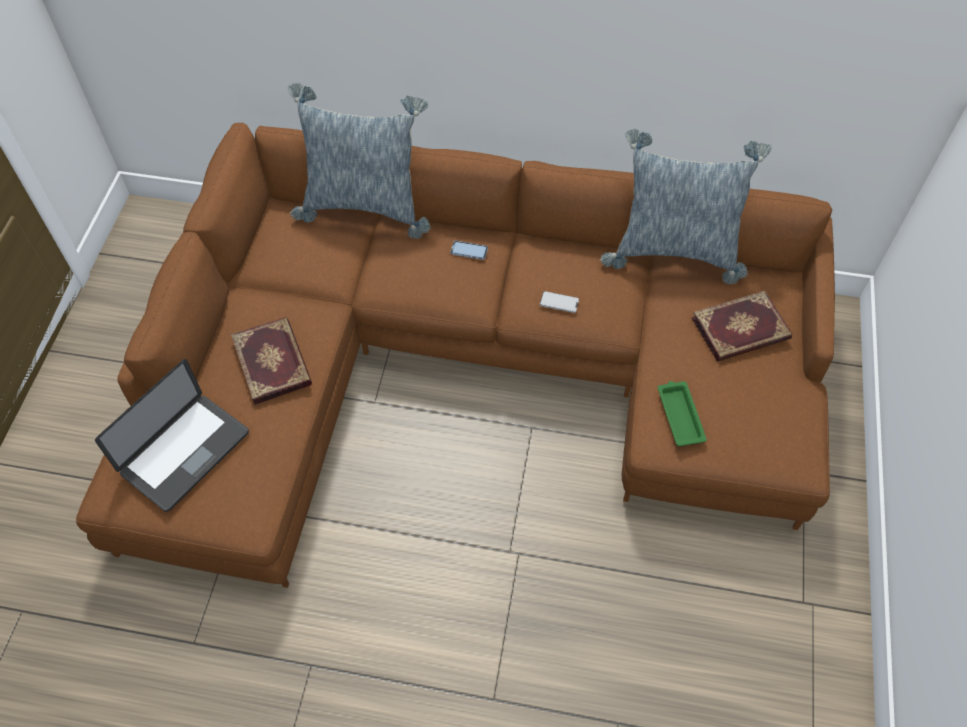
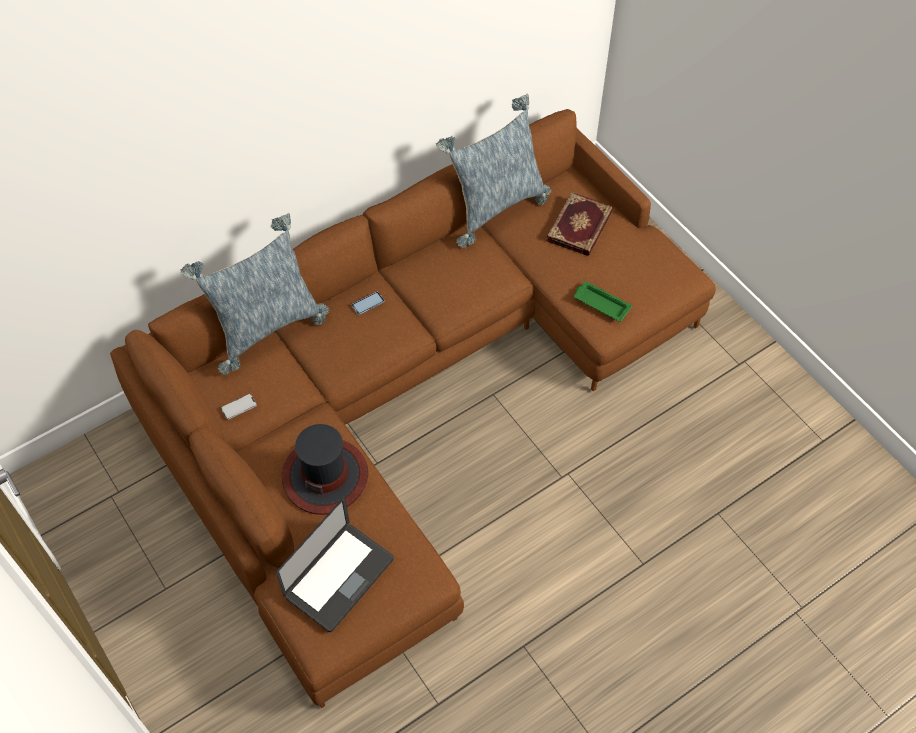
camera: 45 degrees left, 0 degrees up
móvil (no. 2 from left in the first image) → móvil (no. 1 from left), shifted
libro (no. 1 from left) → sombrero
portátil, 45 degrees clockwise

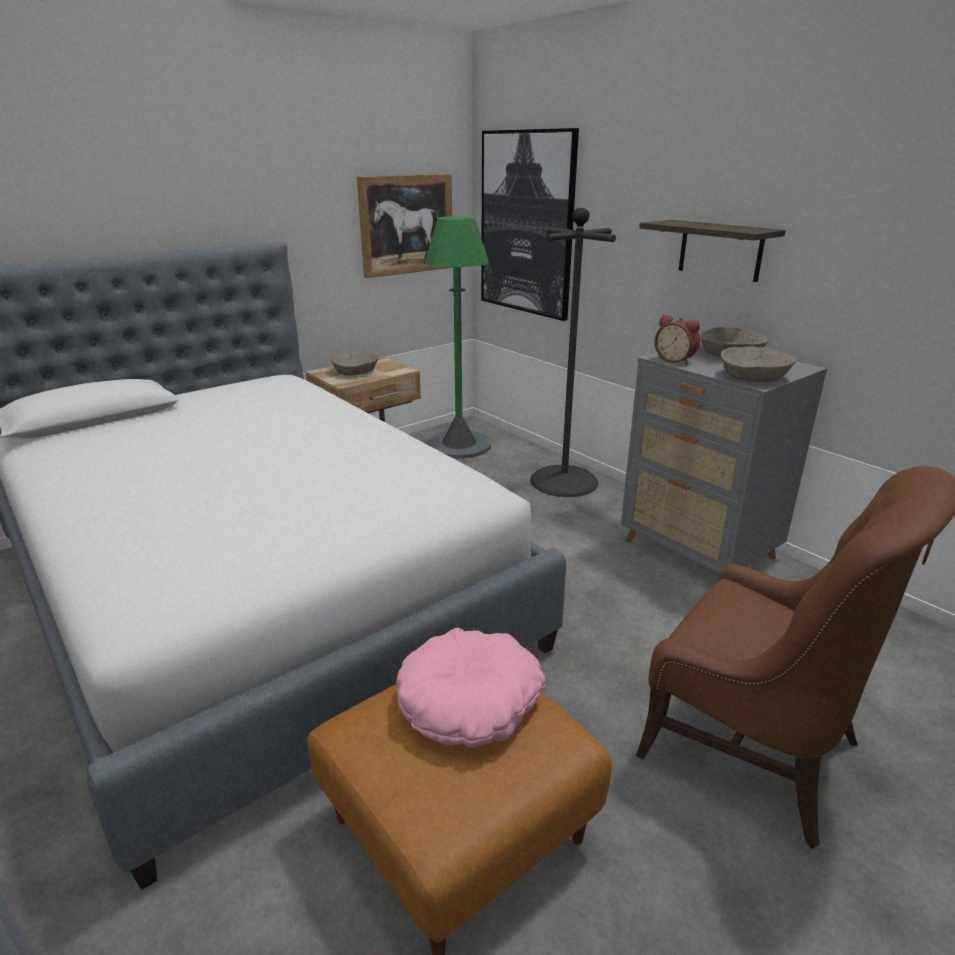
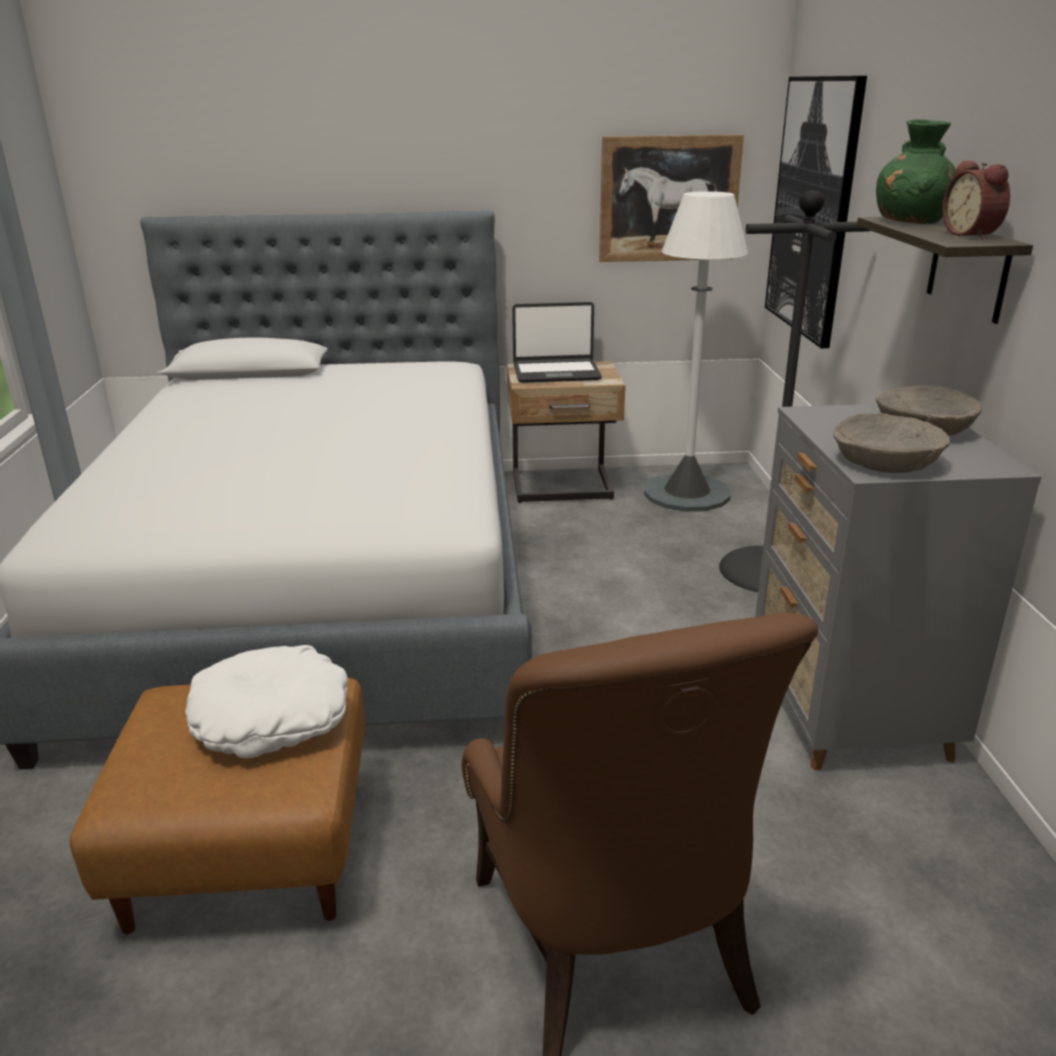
camera: 35 degrees right, 0 degrees up
- → florero (verde)
despertador, shifted
cuenco (beis) (no. 1 from left) → portátil
cojín (rosa) → cojín (blanco)
lámpara de pie (verde) → lámpara de pie (blanco)

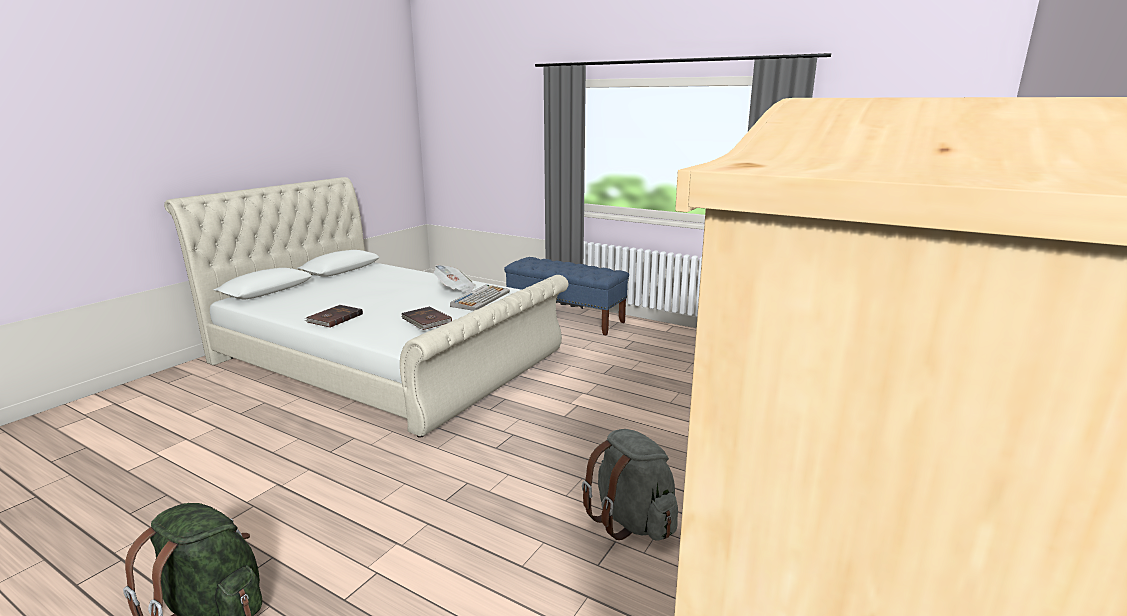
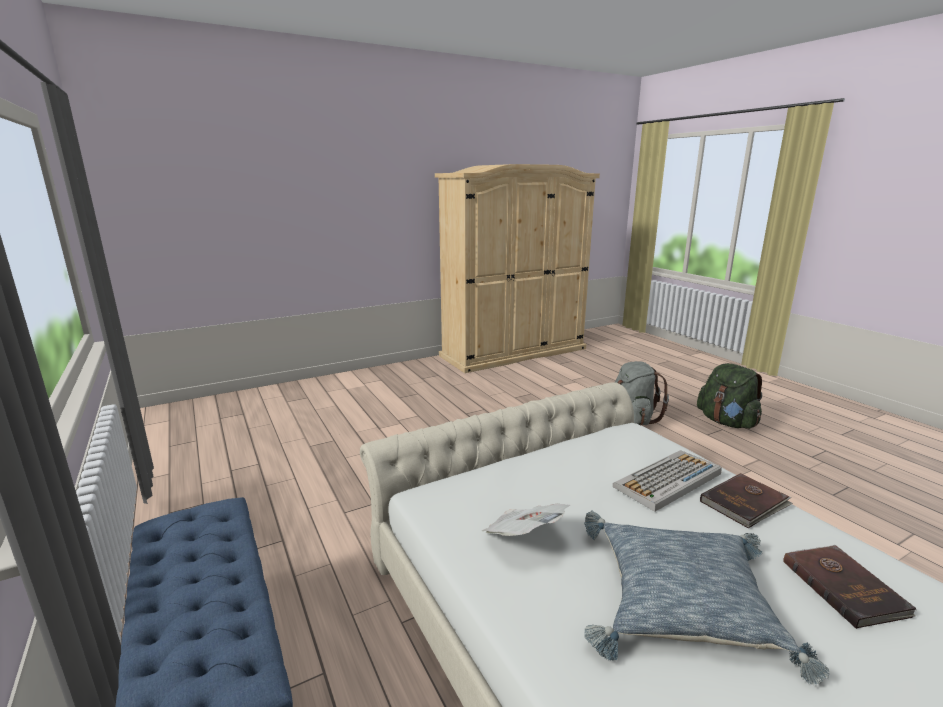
camera: 150 degrees left, 0 degrees up
- → cojín
libro (marrón) (no. 2 from left), shifted
teclado, shifted
mochila (gris), shifted

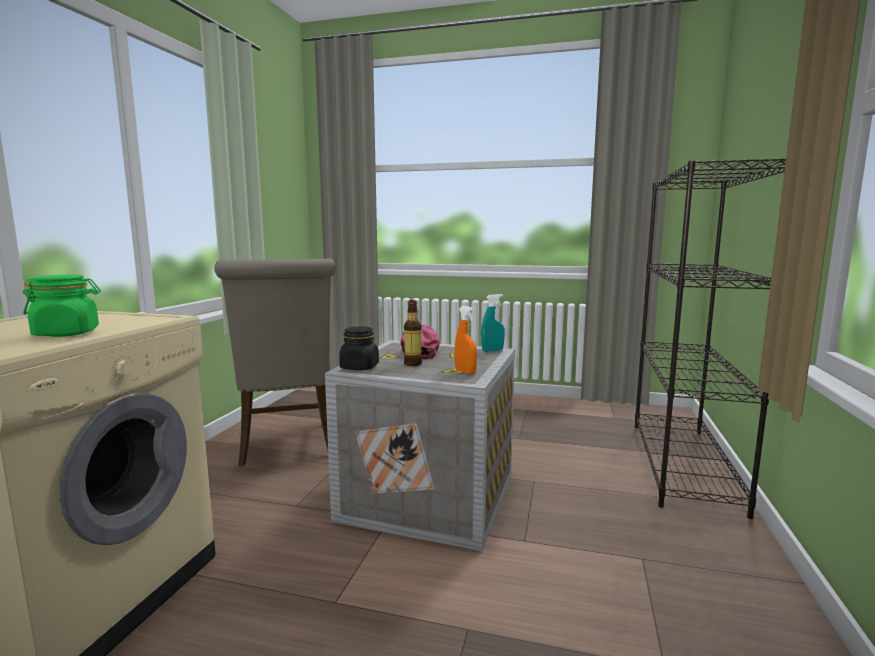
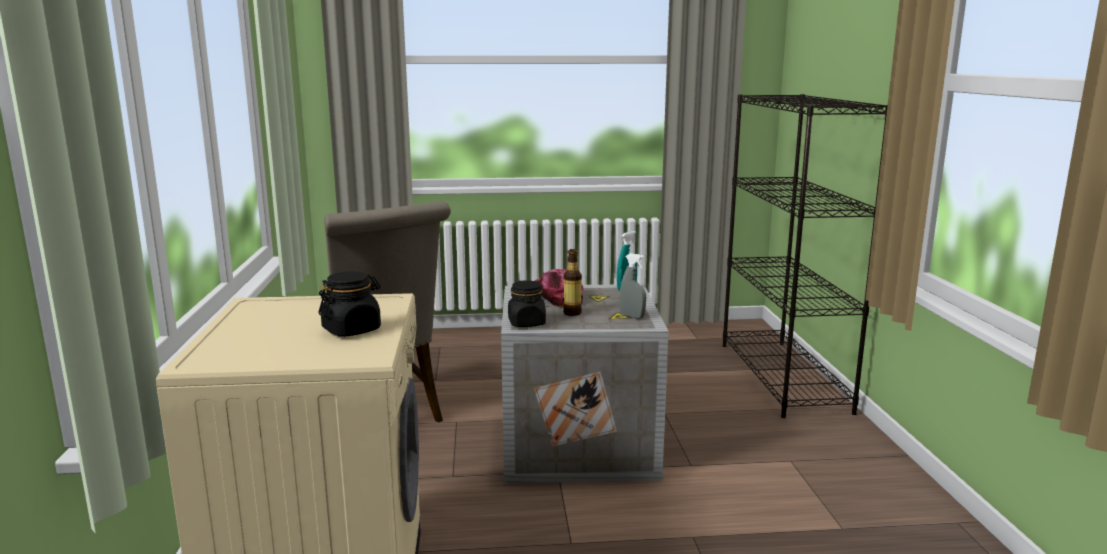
camera: 20 degrees left, 5 degrees up
tarro (verde) → tarro (negro) (no. 1 from left)
pulverizador (naranja) → pulverizador (gris)

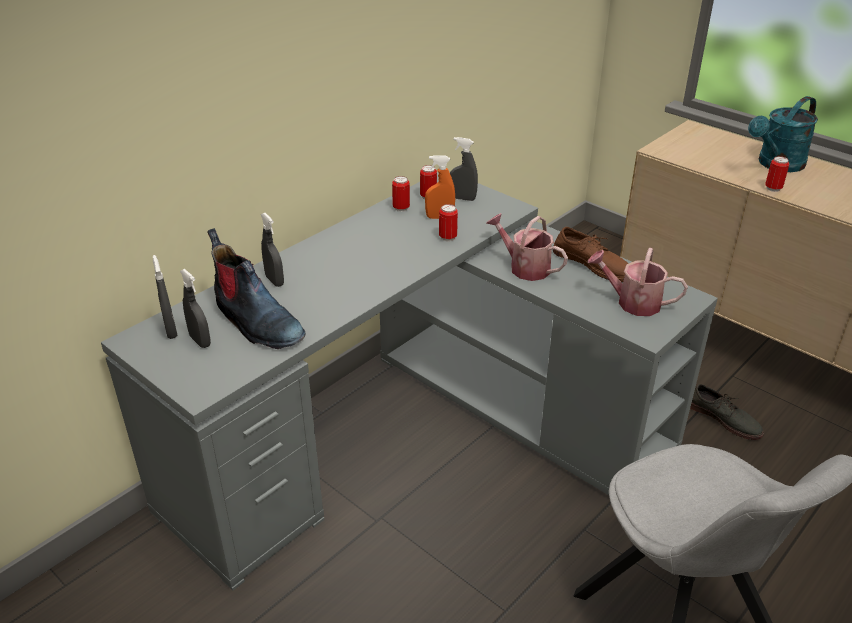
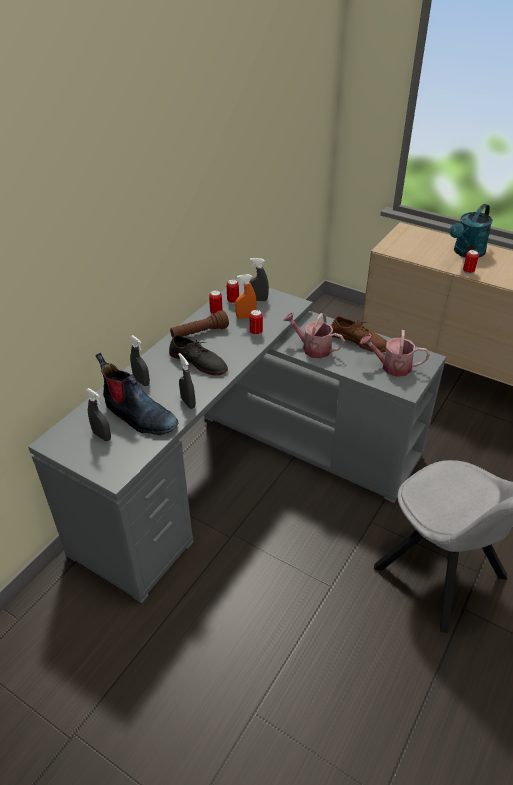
camera: 10 degrees left, 5 degrees up
- → linterna (marrón)
pulverizador (gris) (no. 1 from left in the first image) → pulverizador (gris) (no. 3 from left), shifted
zapato (gris), shifted

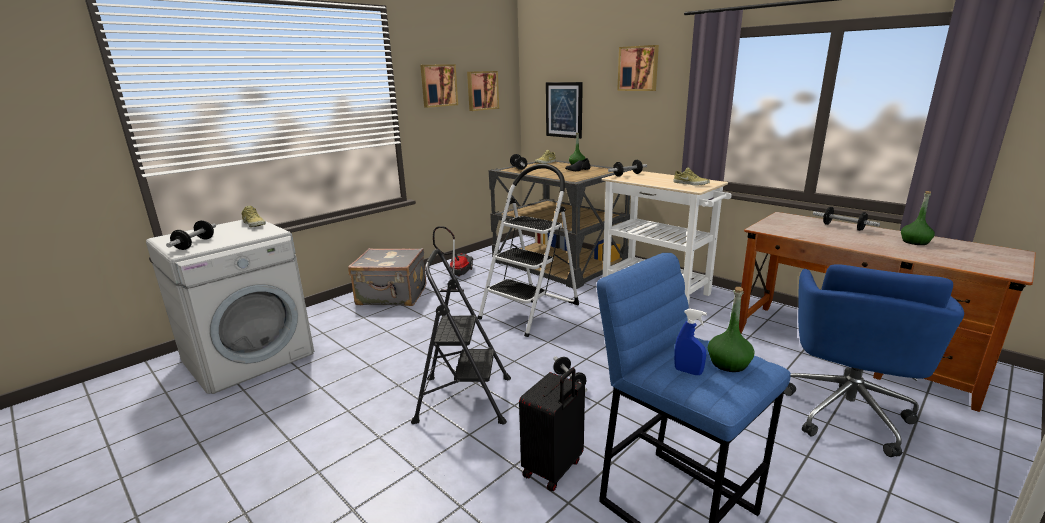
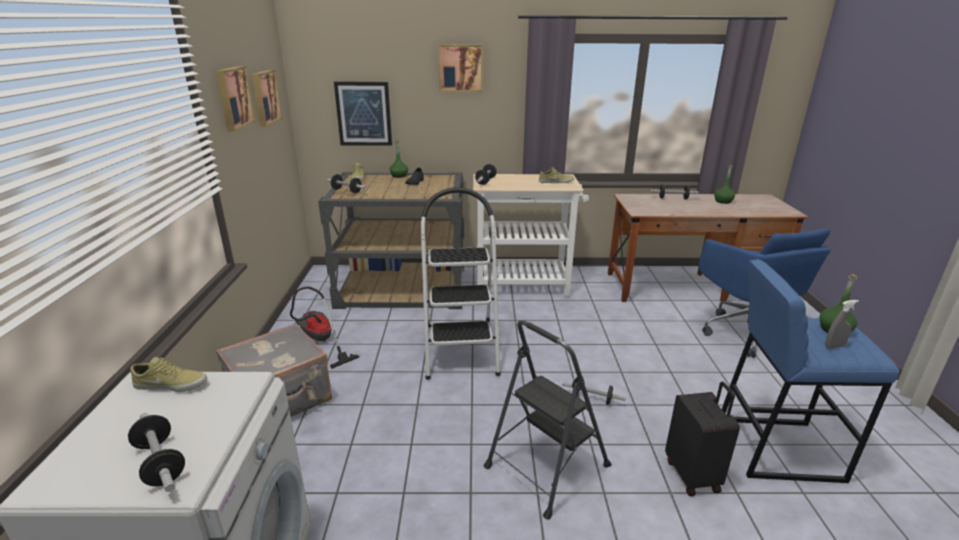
camera: 45 degrees left, 5 degrees up
pulverizador (azul) → pulverizador (gris)

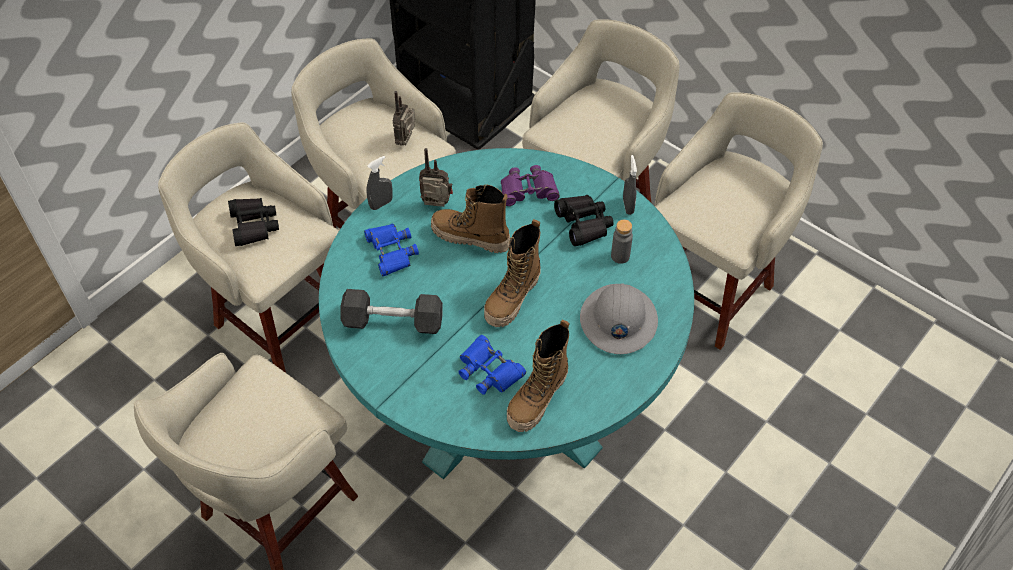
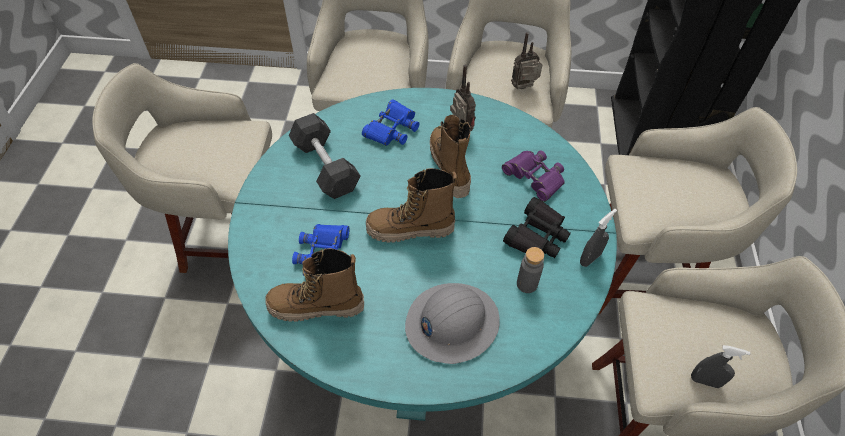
camera: 55 degrees right, 0 degrees up
prismáticos (negro) (no. 1 from left) → -
pulverizador (gris) (no. 1 from left in the first image) → pulverizador (gris) (no. 2 from left), shifted

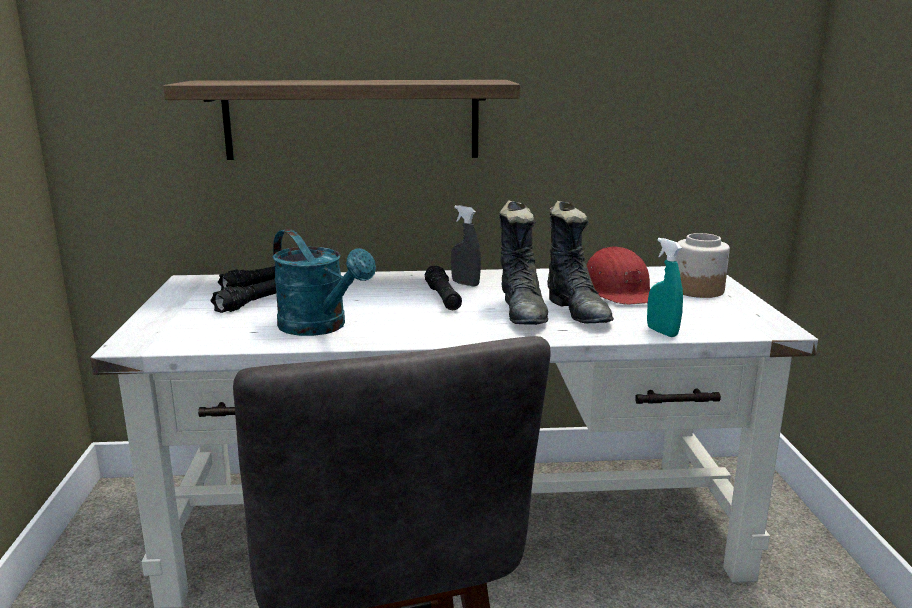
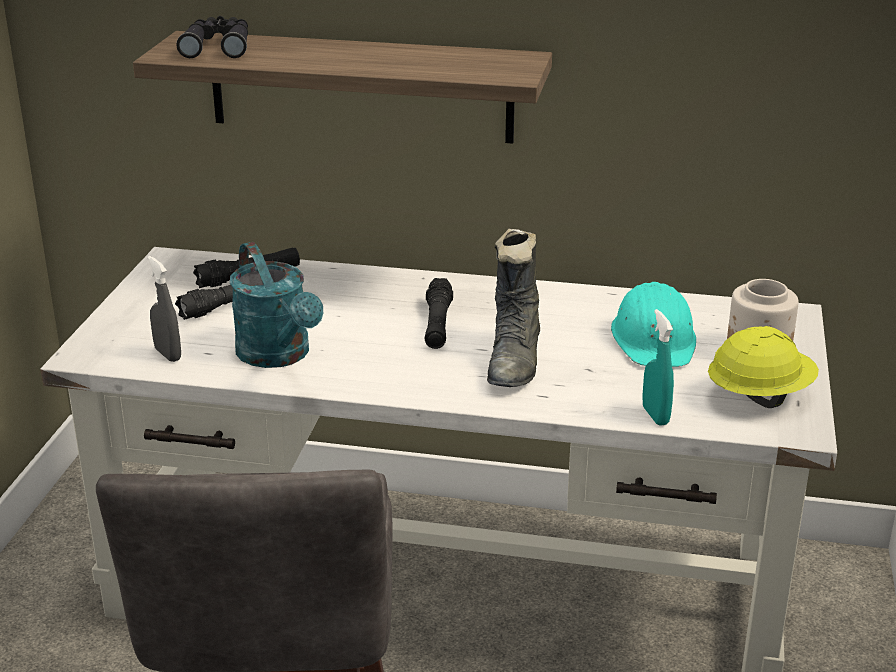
camera: 15 degrees right, 10 degrees up
bota (negro) (no. 2 from left) → -
- → prismáticos (negro)
- → casco (amarillo)
pulverizador (gris), shifted
casco (rojo) → casco (turquesa)

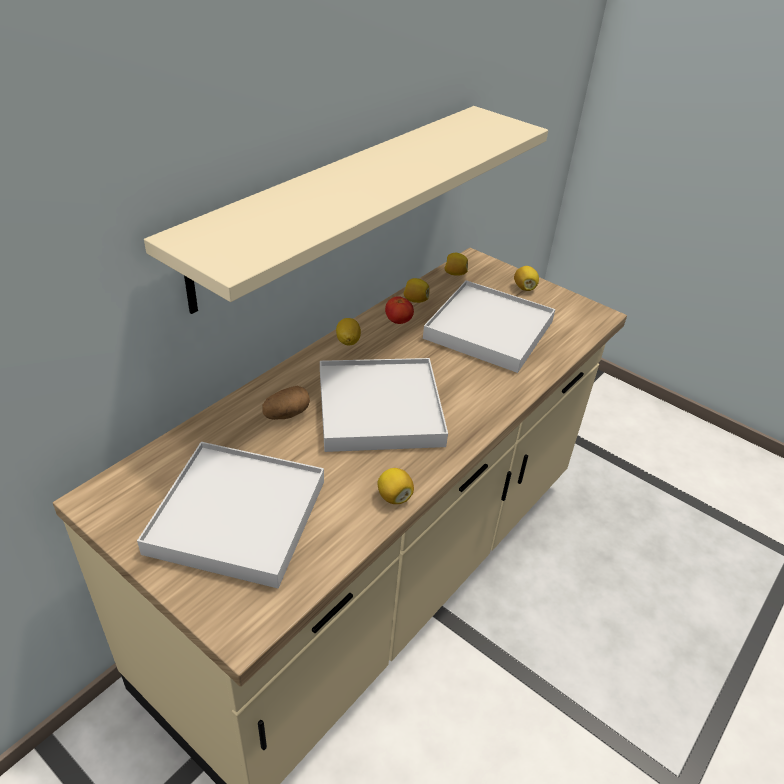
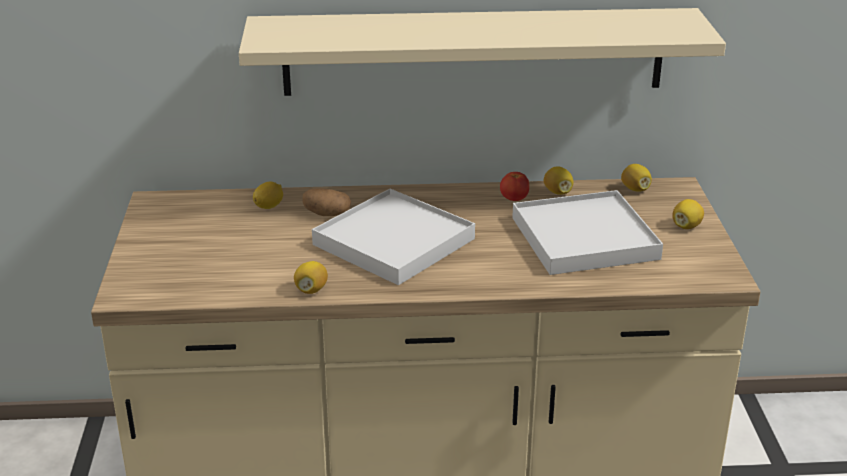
camera: 50 degrees right, 10 degrees down
bandeja (blanco) (no. 1 from left) → -
limón (no. 1 from left), shifted

